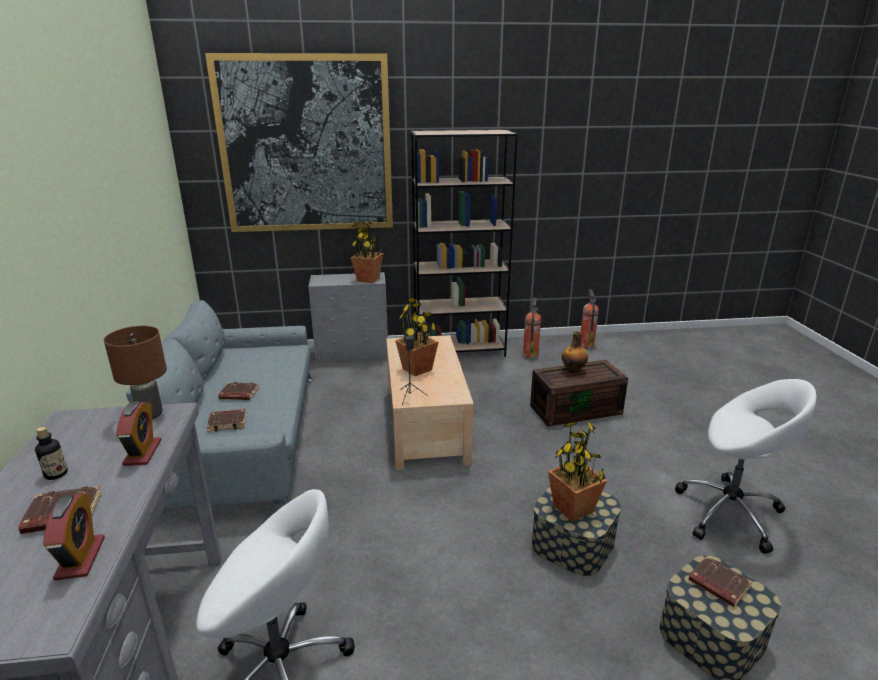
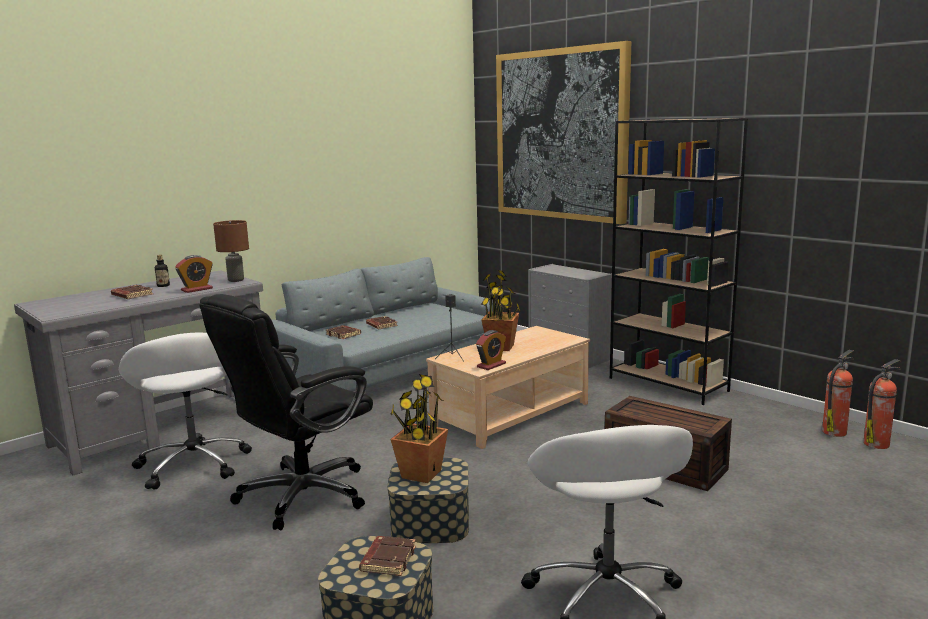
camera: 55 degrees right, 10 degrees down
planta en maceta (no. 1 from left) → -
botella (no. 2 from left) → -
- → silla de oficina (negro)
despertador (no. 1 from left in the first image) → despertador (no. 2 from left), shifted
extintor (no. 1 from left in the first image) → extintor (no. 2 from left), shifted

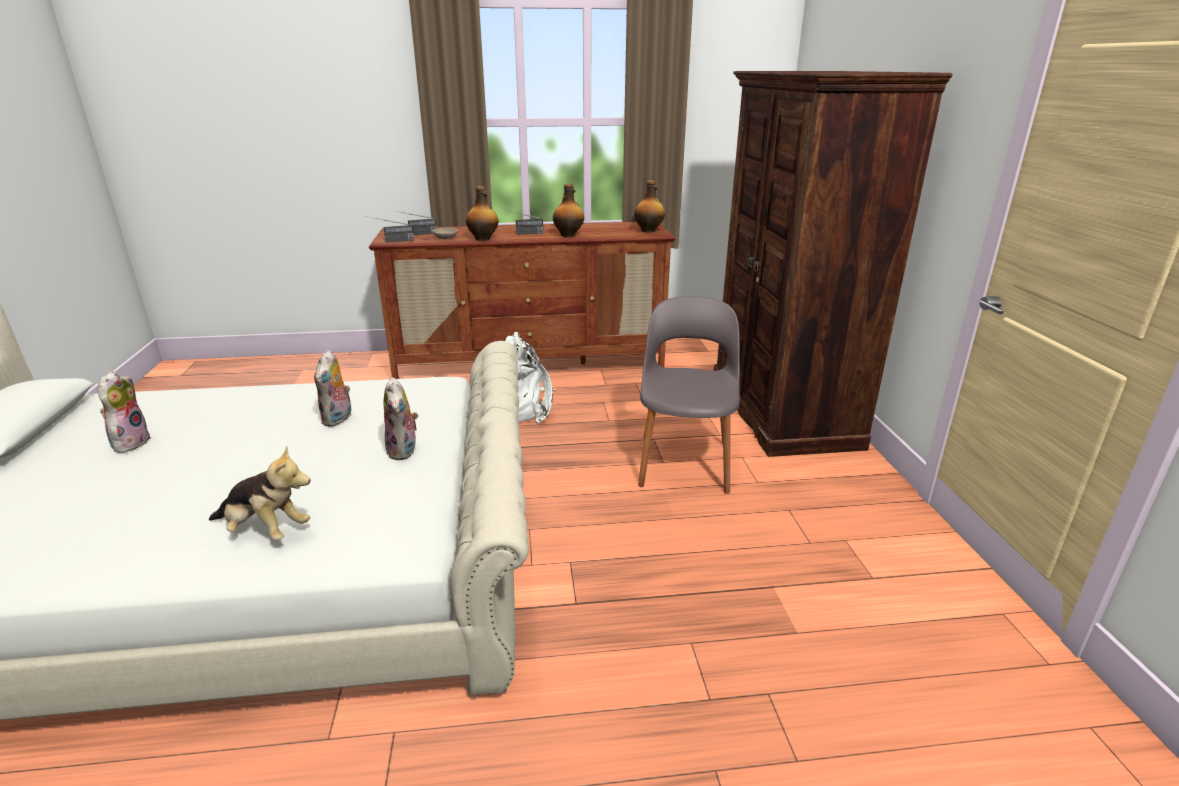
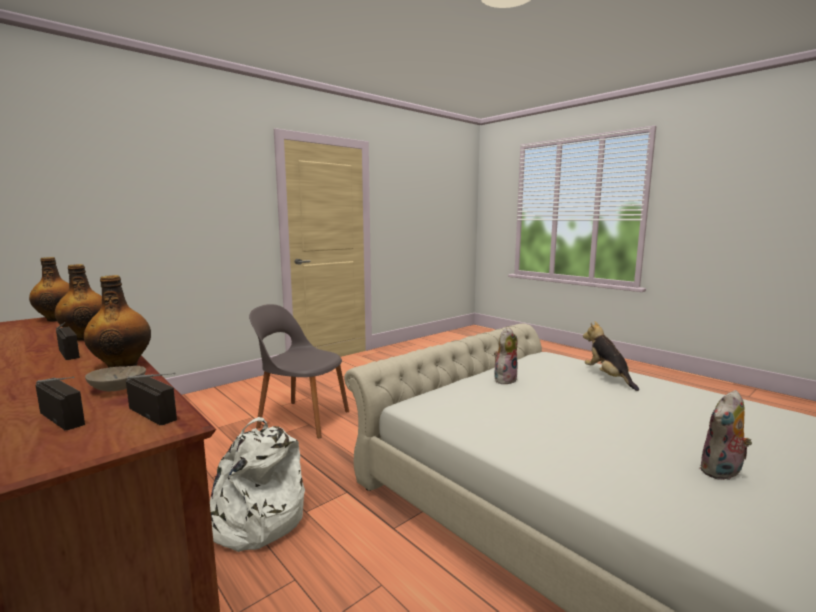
camera: 125 degrees left, 15 degrees down
peluche (no. 3 from left) → -
armario ropero (marrón) → -
silla (gris), 45 degrees clockwise

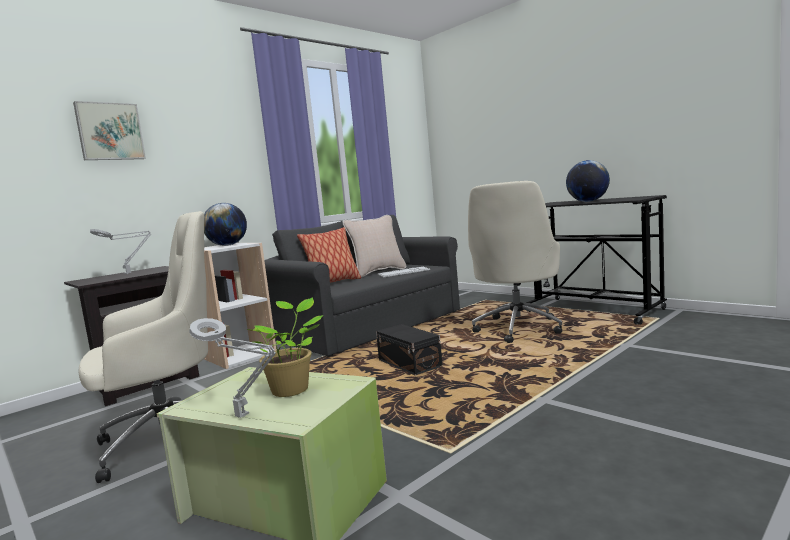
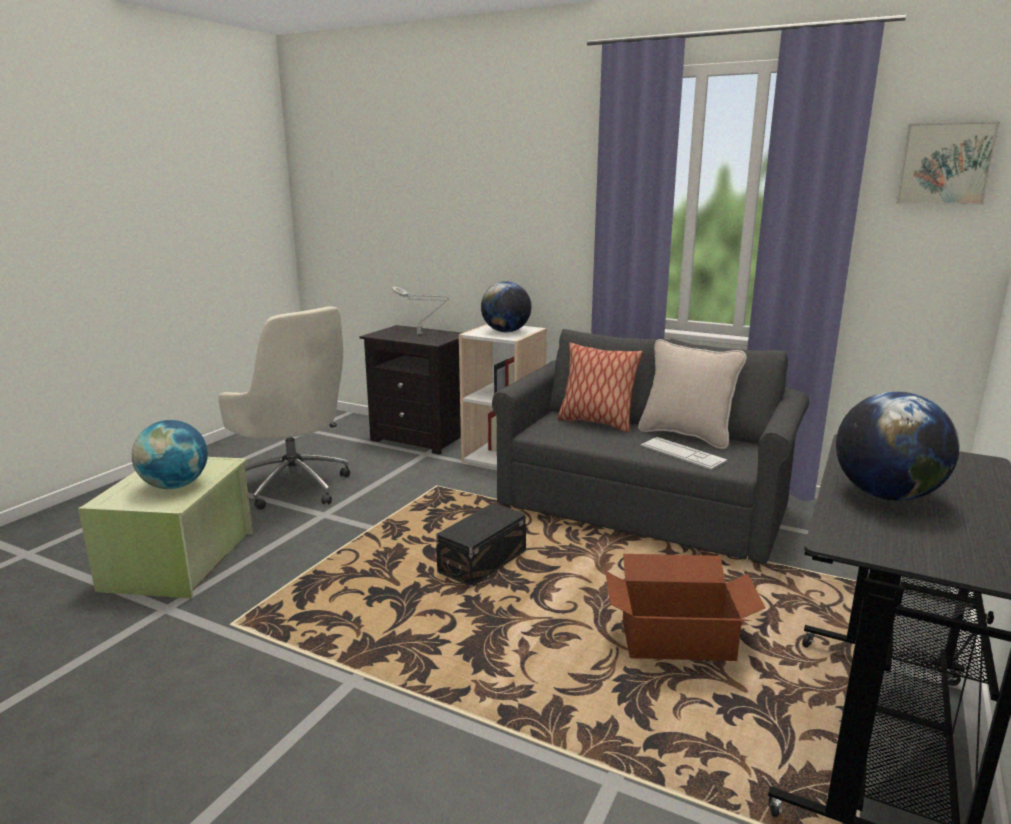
camera: 70 degrees right, 10 degrees up
lámpara de mesa (gris) (no. 2 from left) → -
cuadro, shifted
planta en maceta → globo terráqueo (no. 1 from left)
silla de oficina (beis) (no. 2 from left) → caja de cartón

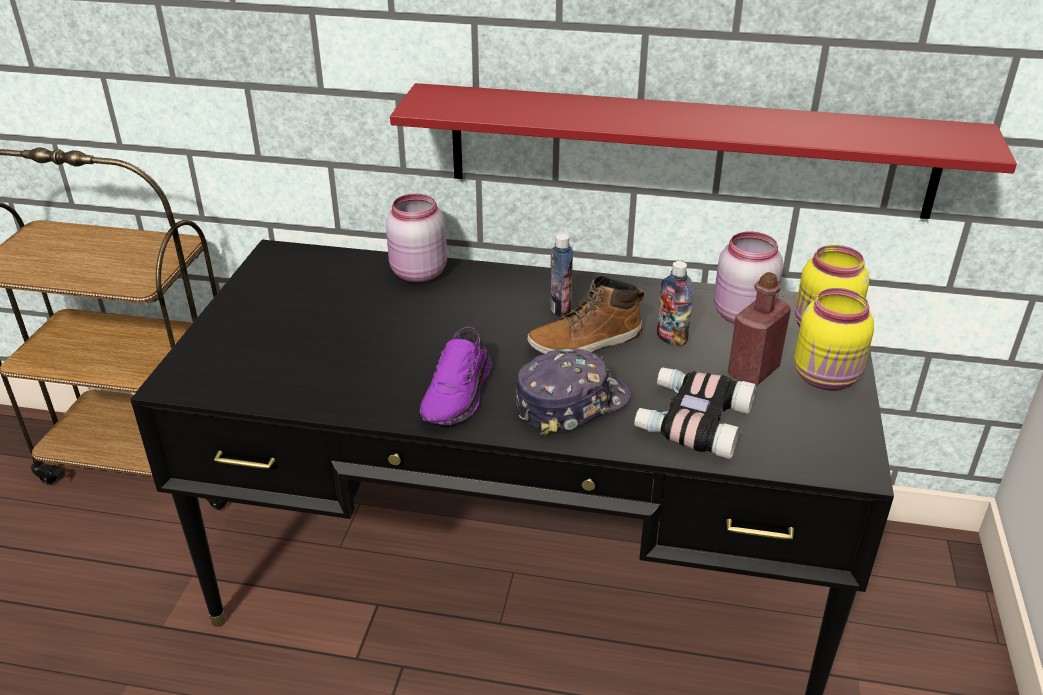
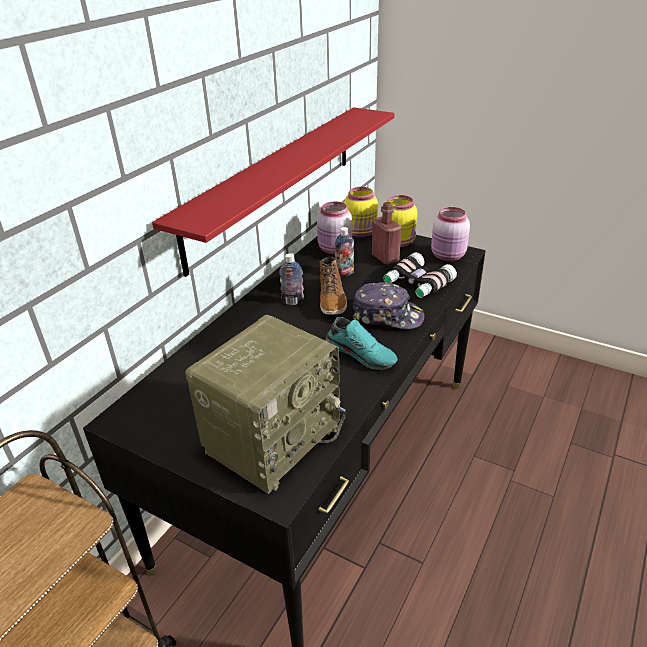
camera: 70 degrees left, 0 degrees up
- → radio
tarro (rosa) (no. 1 from left in the first image) → tarro (rosa) (no. 2 from left), shifted
zapato (morado) → zapato (turquesa)
gorra, 120 degrees clockwise

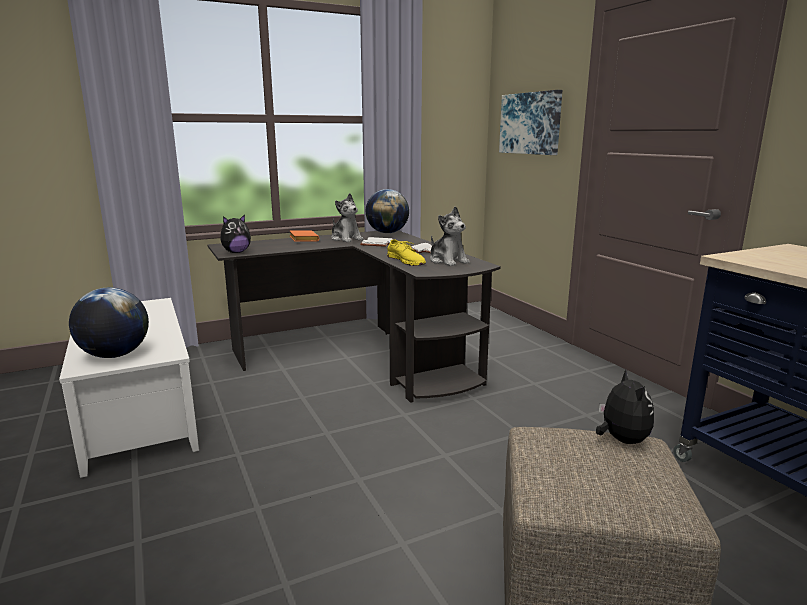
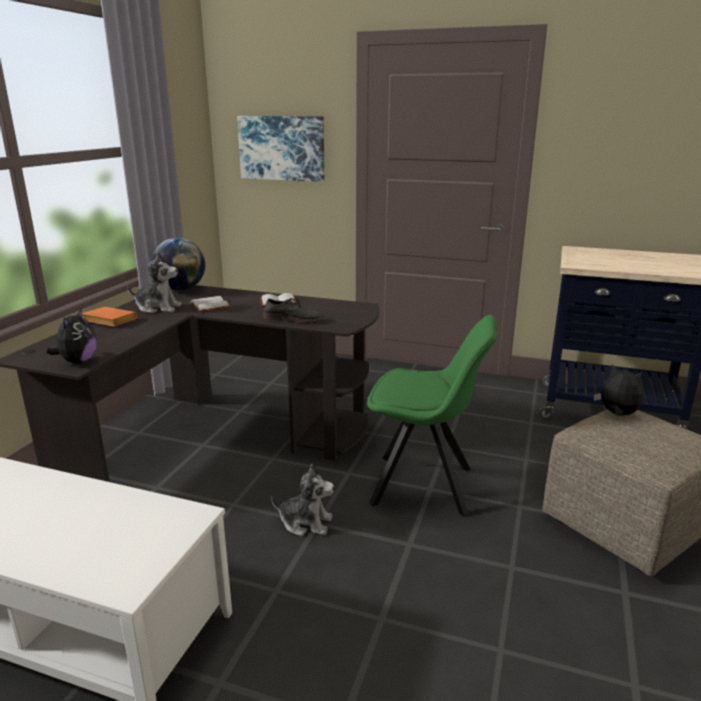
camera: 45 degrees left, 5 degrees up
globo terráqueo (no. 1 from left) → -
- → silla (verde)
peluche (no. 3 from left), shifted
zapato (amarillo) → zapato (gris)

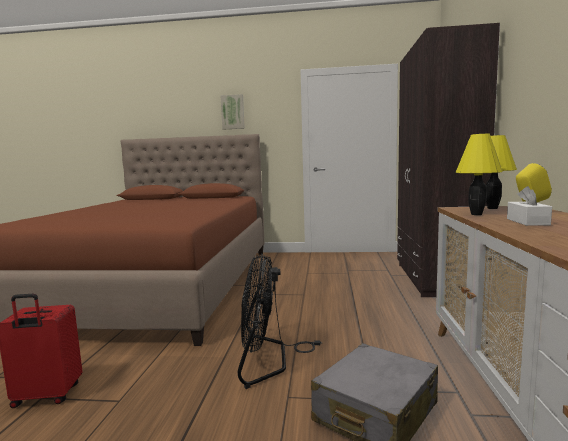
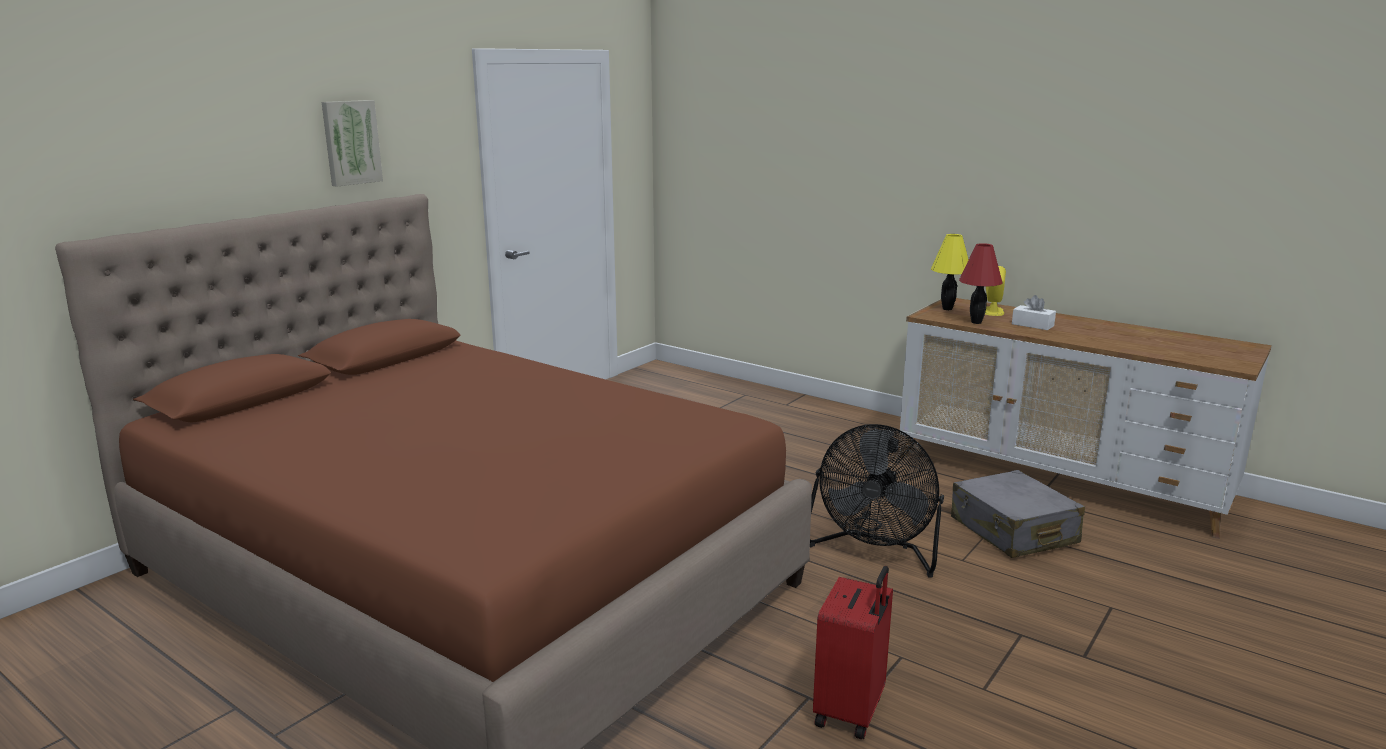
camera: 60 degrees left, 10 degrees up
armario ropero (marrón) → -
lámpara de mesa (amarillo) (no. 1 from left) → lámpara de mesa (rojo)

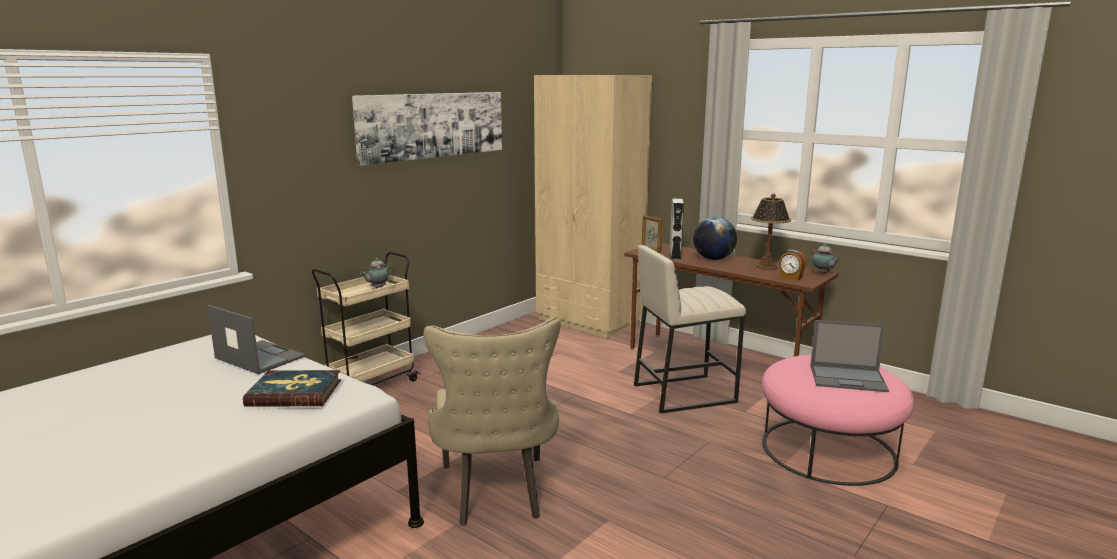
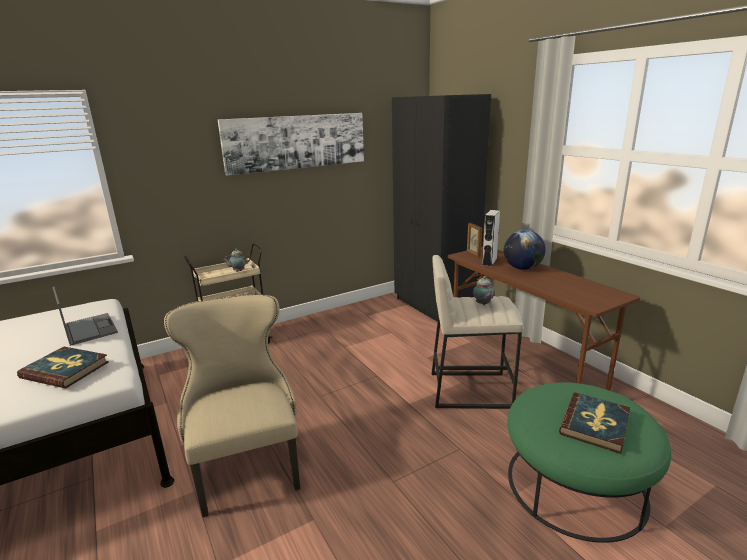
camera: 20 degrees right, 5 degrees up
lámpara de mesa → -
despertador → -
tetera (no. 2 from left), shifted
portátil (no. 2 from left) → libro (no. 2 from left)
armario ropero (beis) → armario ropero (negro)
puf (rosa) → puf (verde)
silla (beis), 150 degrees clockwise

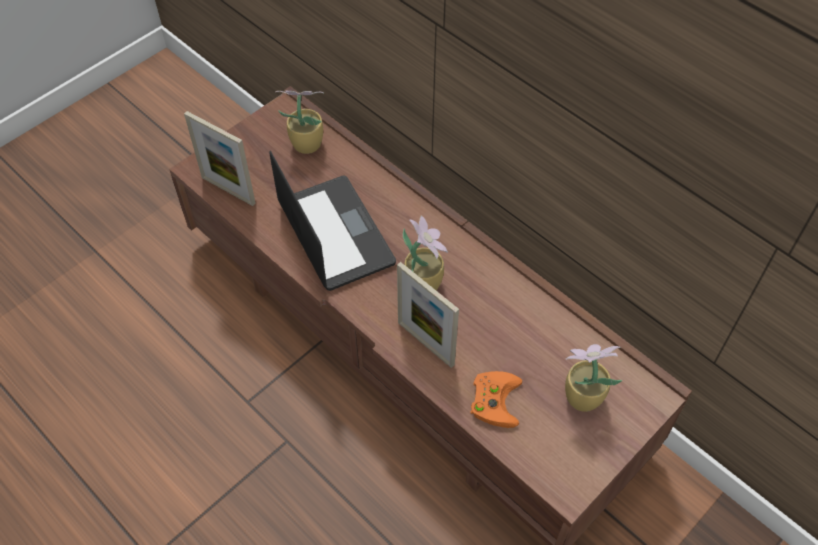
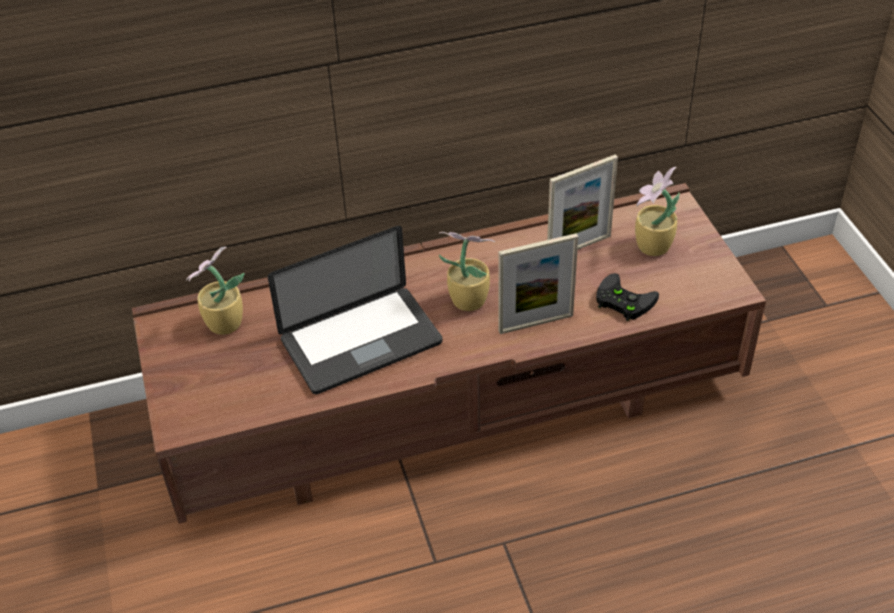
camera: 60 degrees left, 10 degrees down
portarretratos (no. 1 from left in the first image) → portarretratos (no. 2 from left), shifted
mando de consola (naranja) → mando de consola (negro)
portátil, 150 degrees clockwise

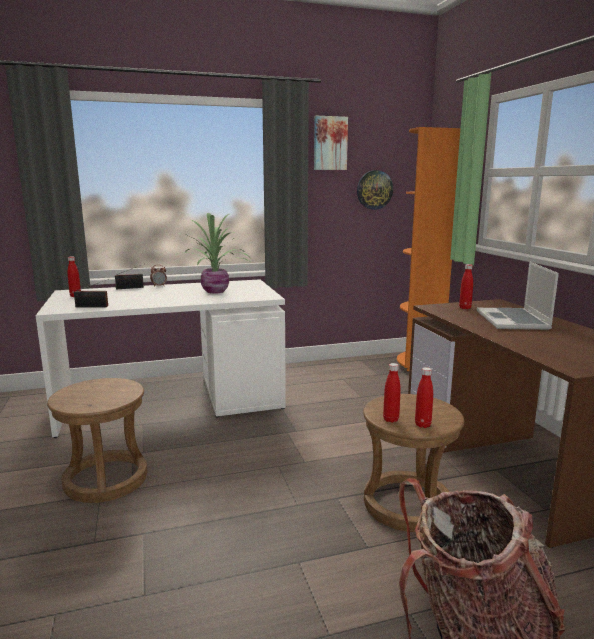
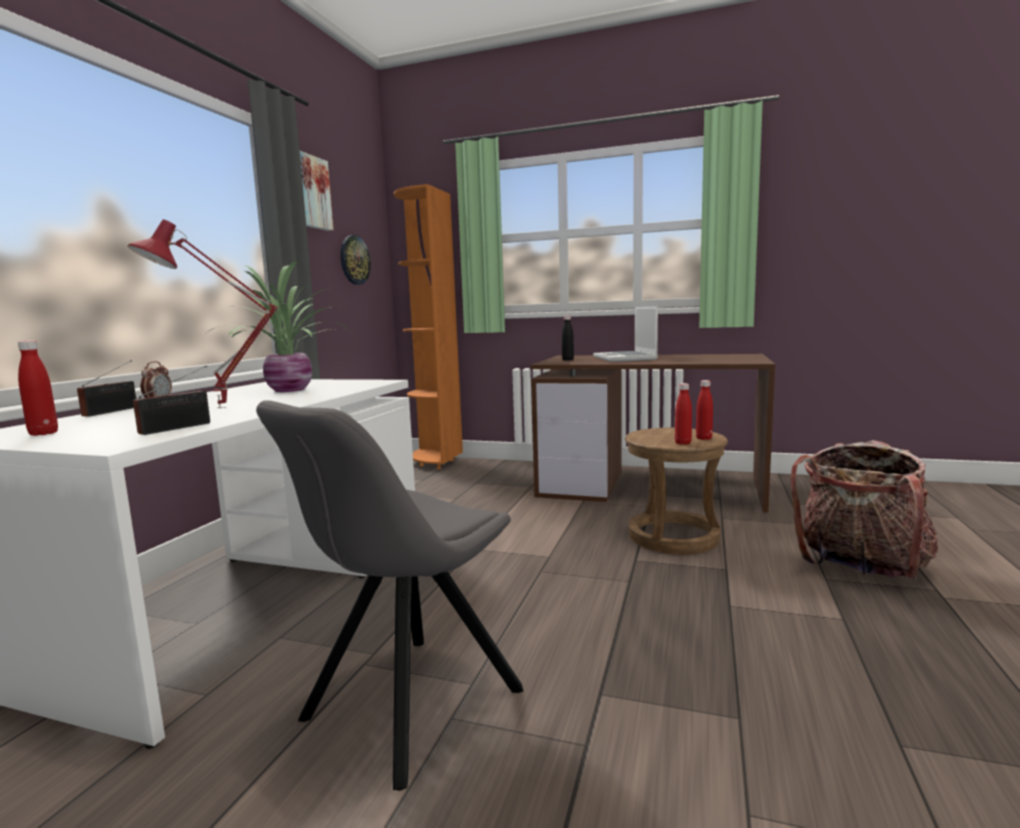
camera: 55 degrees left, 5 degrees down
- → lámpara de mesa (rojo)
taburete (marrón) (no. 1 from left) → silla (gris)
botella (rojo) (no. 4 from left) → botella (negro)
portátil, 45 degrees clockwise

